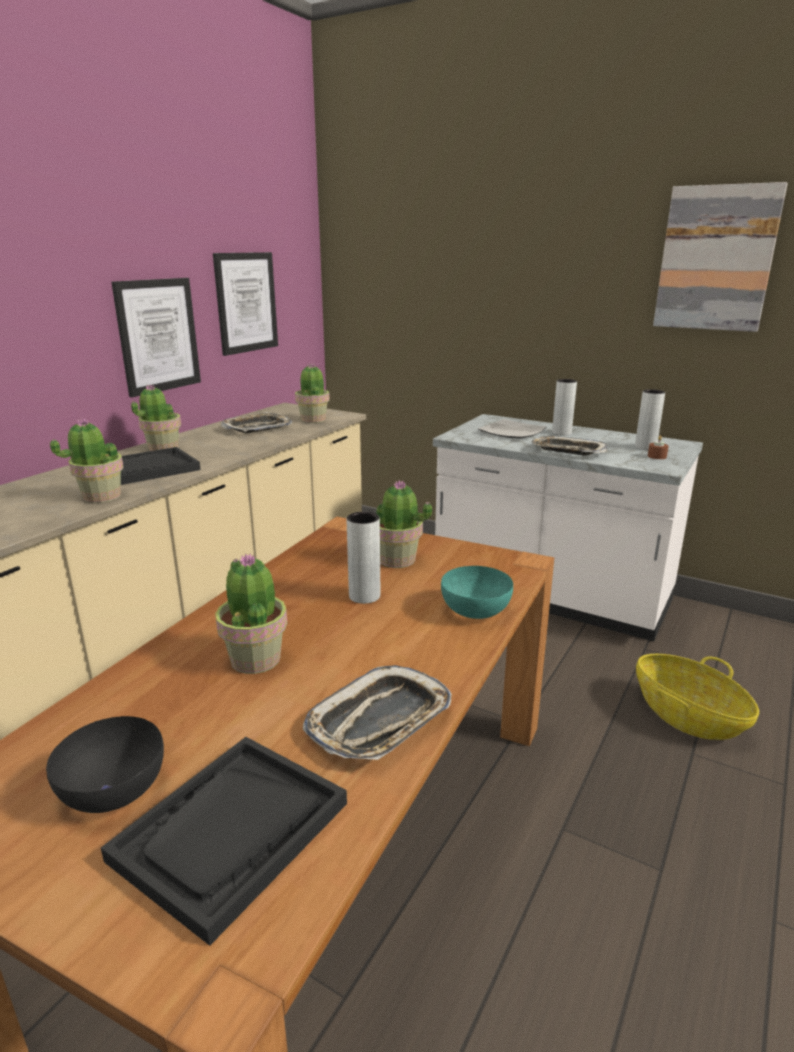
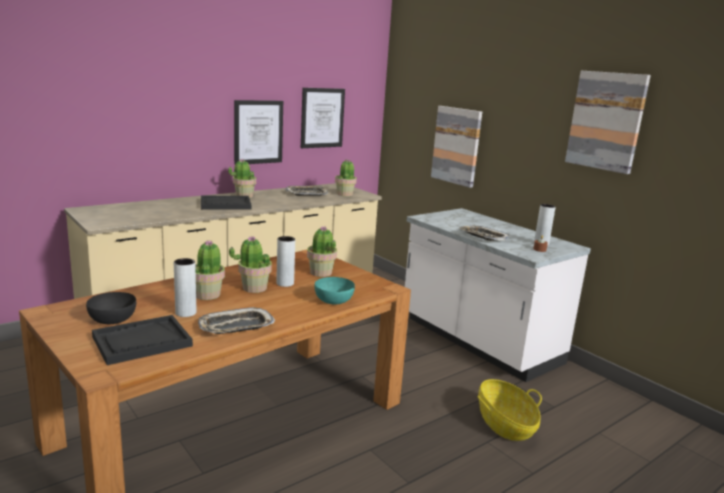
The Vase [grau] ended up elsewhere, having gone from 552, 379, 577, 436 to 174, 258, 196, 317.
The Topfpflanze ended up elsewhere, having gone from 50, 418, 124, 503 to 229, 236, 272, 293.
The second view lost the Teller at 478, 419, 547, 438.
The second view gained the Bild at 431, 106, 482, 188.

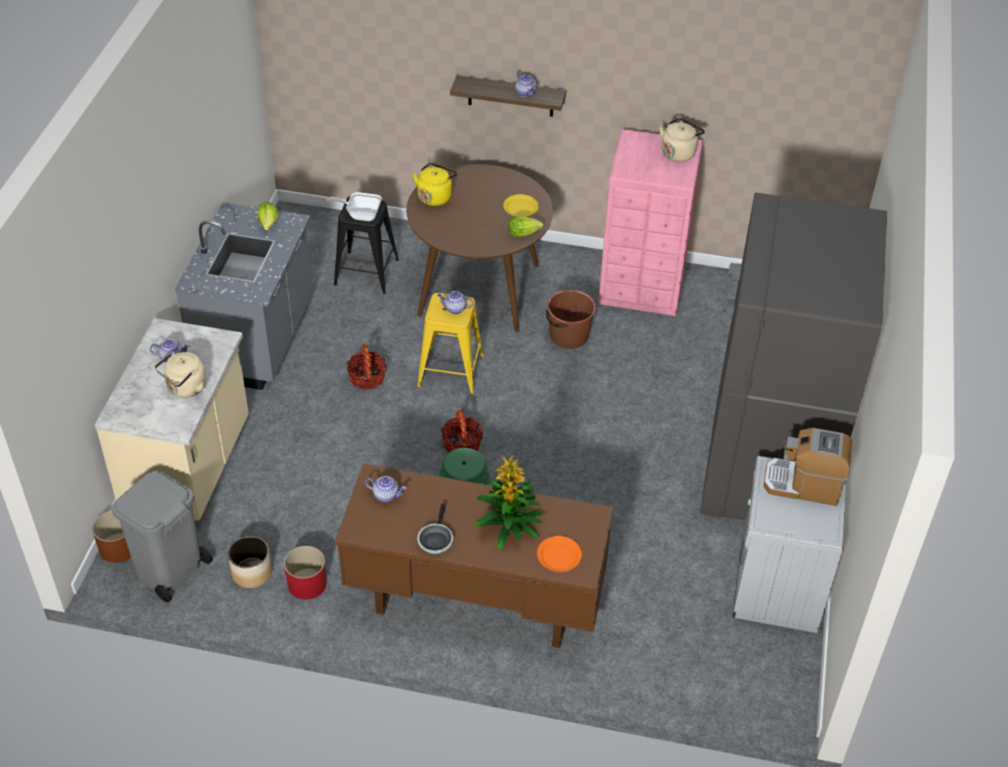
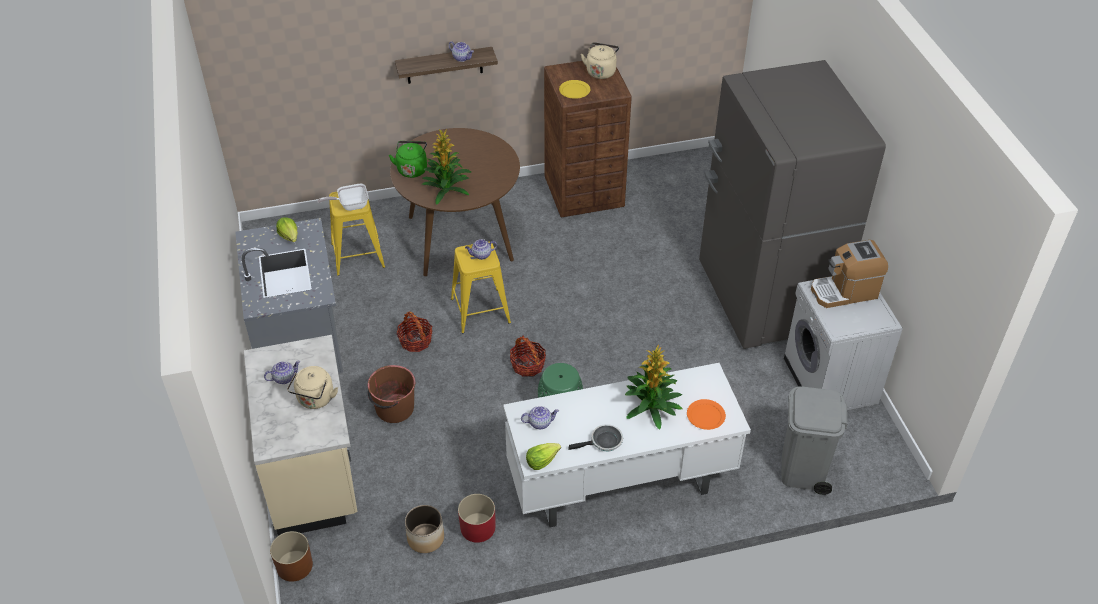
What was the Kommode [rosa] at 598, 129, 703, 316 turned into the Kommode [braun] at 544, 61, 632, 217.
What was the Wasserkessel [gelb] at 413, 162, 457, 206 turned into the Wasserkessel [grün] at 389, 141, 427, 178.
The Teller [gelb] ended up elsewhere, having gone from 503, 194, 539, 217 to 559, 80, 590, 99.
What was the Hocker [schwarz] at 334, 196, 399, 294 turned into the Hocker [gelb] at 329, 192, 385, 276.
The Salatkopf ended up elsewhere, having gone from 509, 216, 543, 237 to 526, 443, 561, 470.
The Eimer [braun] ended up elsewhere, having gone from 546, 290, 596, 349 to 368, 365, 415, 423.
What was the Schreibtisch [braun] at 335, 463, 614, 648 turned into the Schreibtisch [weiß] at 503, 363, 751, 527.
The Mülleimer [grau] ended up elsewhere, having gone from 111, 471, 213, 602 to 781, 386, 847, 495.
The Pfanne at 417, 503, 453, 554 ended up facing another way, 90 degrees counterclockwise from before.
The second view gained the Topfpflanze at 422, 129, 471, 205.

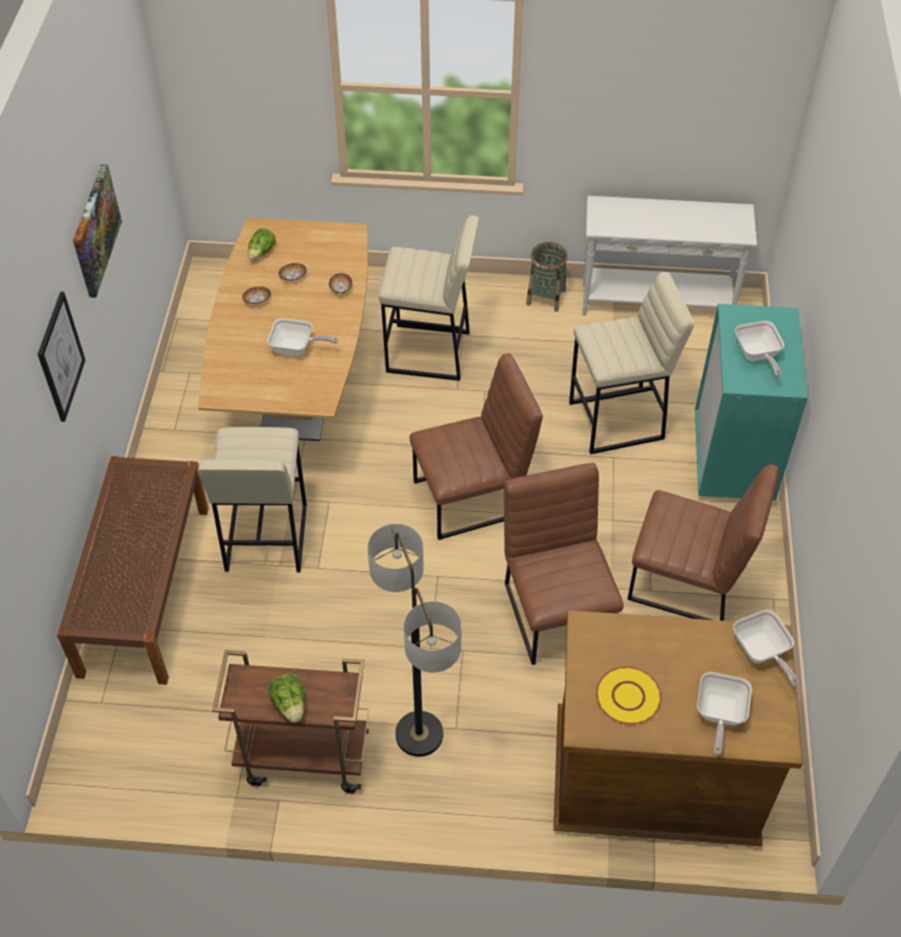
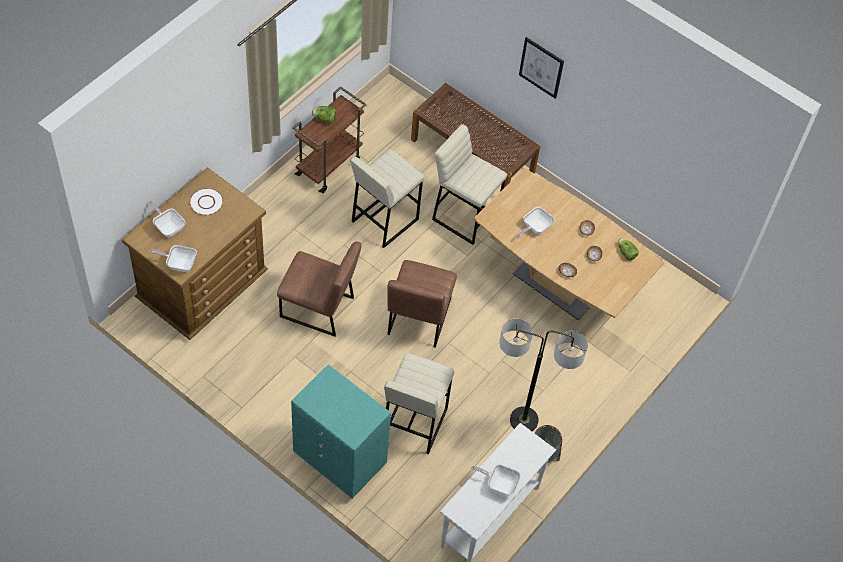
The second view lost the Bild at 73, 164, 122, 298.
The Hocker [beige] ended up elsewhere, having gone from 379, 215, 479, 381 to 350, 149, 424, 248.
The Pfanne ended up elsewhere, having gone from 735, 321, 784, 377 to 471, 464, 521, 496.
The second view lost the Stuhl [braun] at 627, 464, 779, 621.
The Stehlampe ended up elsewhere, having gone from 368, 524, 462, 757 to 499, 319, 588, 431.
What was the Teller [gelb] at 596, 666, 661, 725 turned into the Teller [weiß] at 189, 188, 223, 215.

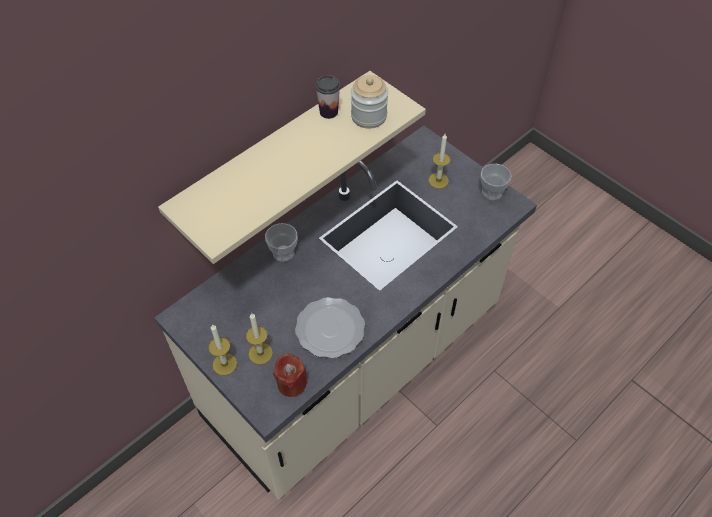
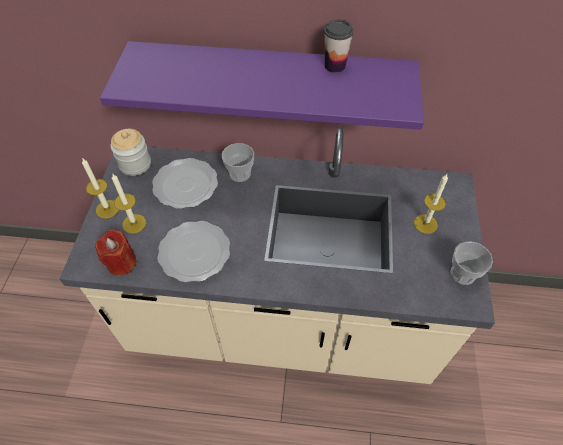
What was the Wandregal [beige] at 158, 71, 426, 264 turned into the Wandregal [lila] at 100, 41, 424, 130.
The Vorratsglas ended up elsewhere, having gone from 351, 75, 388, 129 to 111, 129, 151, 176.
The second view gained the Teller at 152, 158, 218, 209.

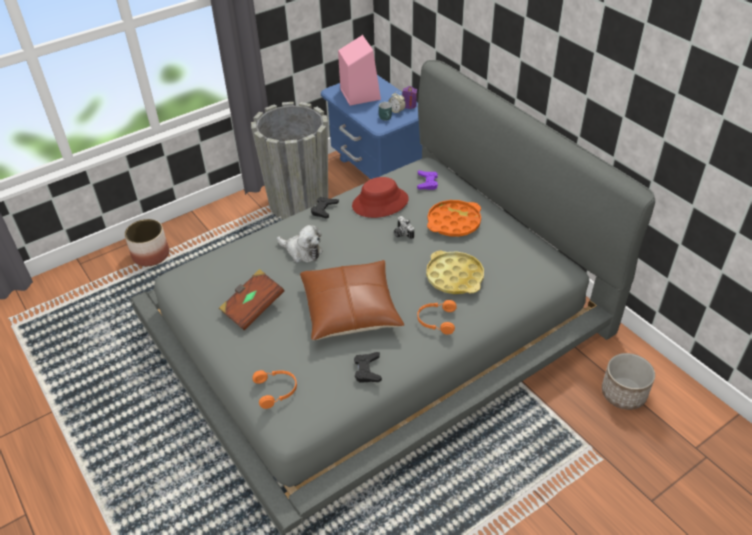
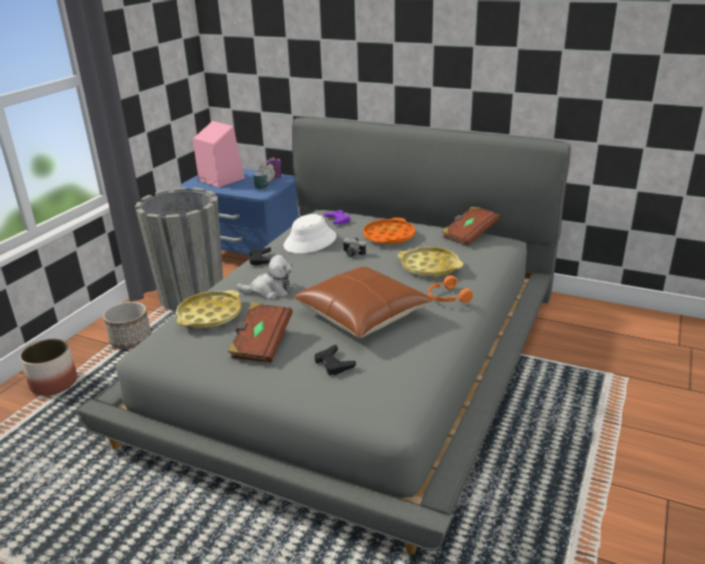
What was the Hut [rot] at 352, 177, 409, 218 turned into the Hut [weiß] at 284, 214, 337, 253.
The Gamepad [schwarz] ended up elsewhere, having gone from 354, 352, 382, 383 to 314, 345, 356, 376.
The Pflanzkübel ended up elsewhere, having gone from 602, 353, 655, 410 to 103, 302, 151, 349.
The second view lost the Kopfhörer [orange] at 252, 370, 297, 409.
The second view gained the Buch [braun] at 441, 207, 500, 246.
The second view gained the Tablett [gelb] at 176, 290, 242, 328.

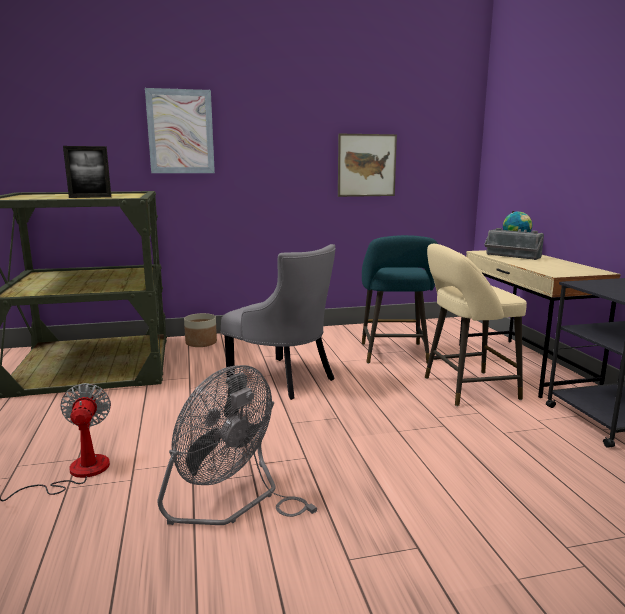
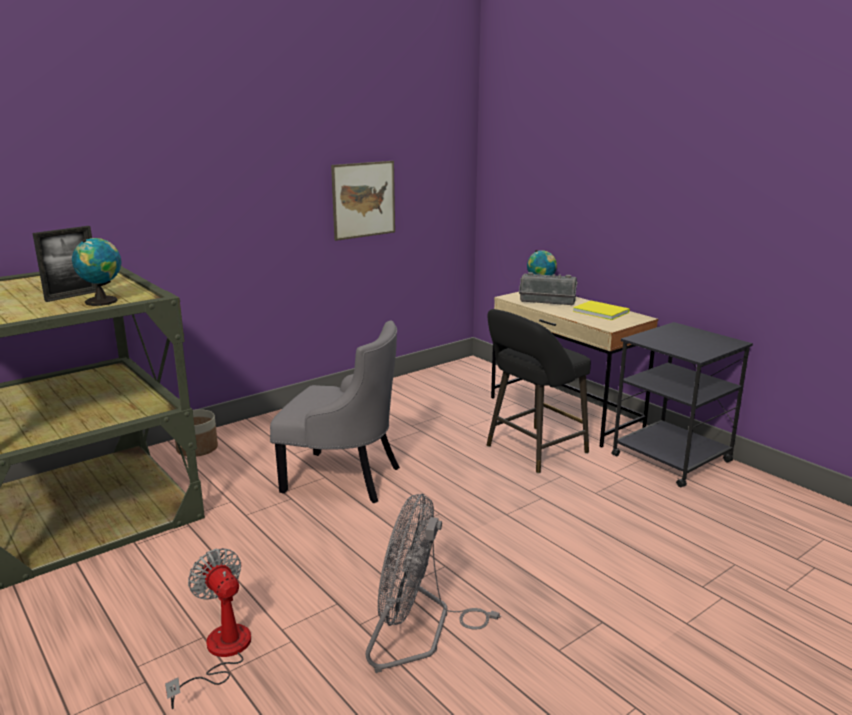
The second view lost the Bild at 145, 88, 215, 173.
The second view lost the Hocker [türkis] at 362, 235, 438, 364.
What was the Hocker [beige] at 425, 244, 527, 406 turned into the Hocker [schwarz] at 487, 309, 591, 473.
The second view gained the Globus at 72, 238, 122, 306.
The second view gained the Buch [gelb] at 573, 301, 630, 320.

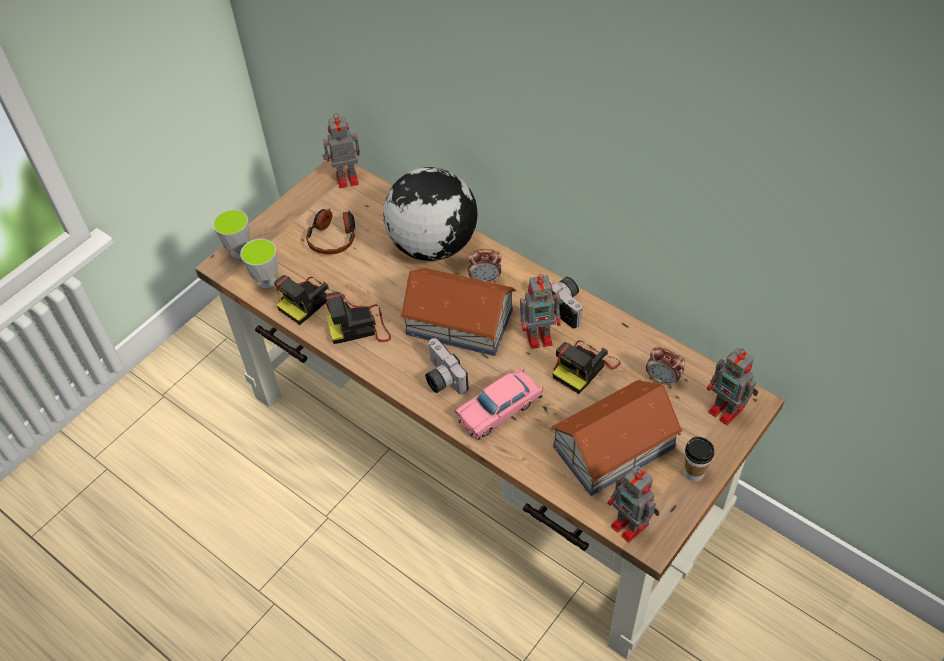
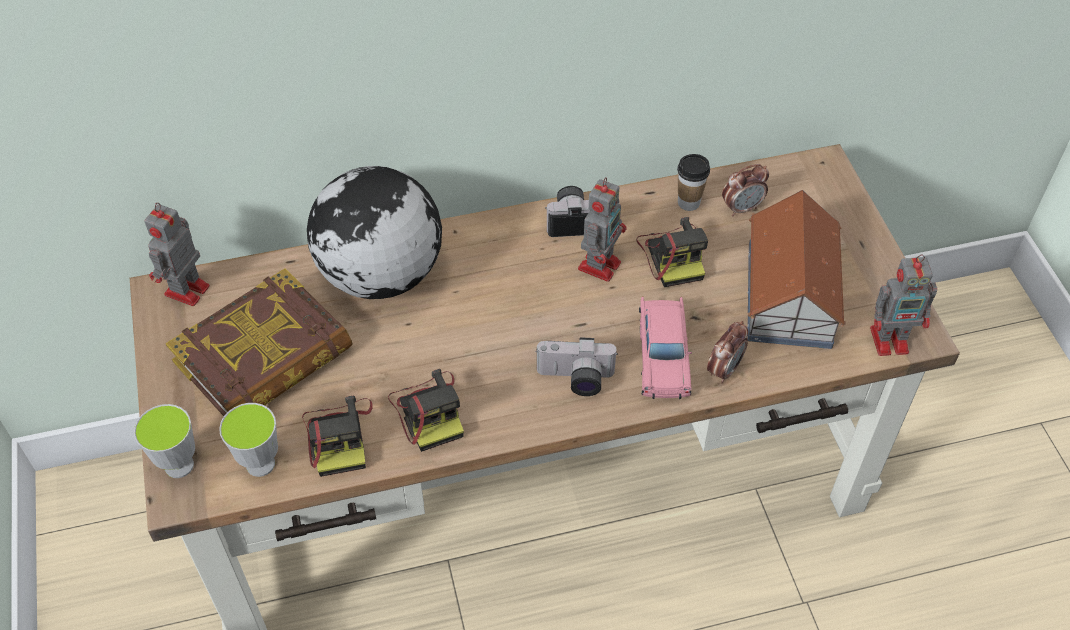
Where the Kopfhörer stood at 306, 208, 355, 255, the Buch came to stand at 166, 268, 352, 416.
The Wecker ended up elsewhere, having gone from 468, 249, 502, 283 to 707, 321, 748, 383.
The second view lost the Spielzeughaus at 400, 268, 516, 356.
The Kamera at 326, 292, 391, 344 ended up facing another way, 45 degrees counterclockwise from before.
The second view lost the Spielzeugroboter at 707, 348, 759, 425.
The Tasse ended up elsewhere, having gone from 684, 437, 715, 482 to 677, 154, 710, 211.

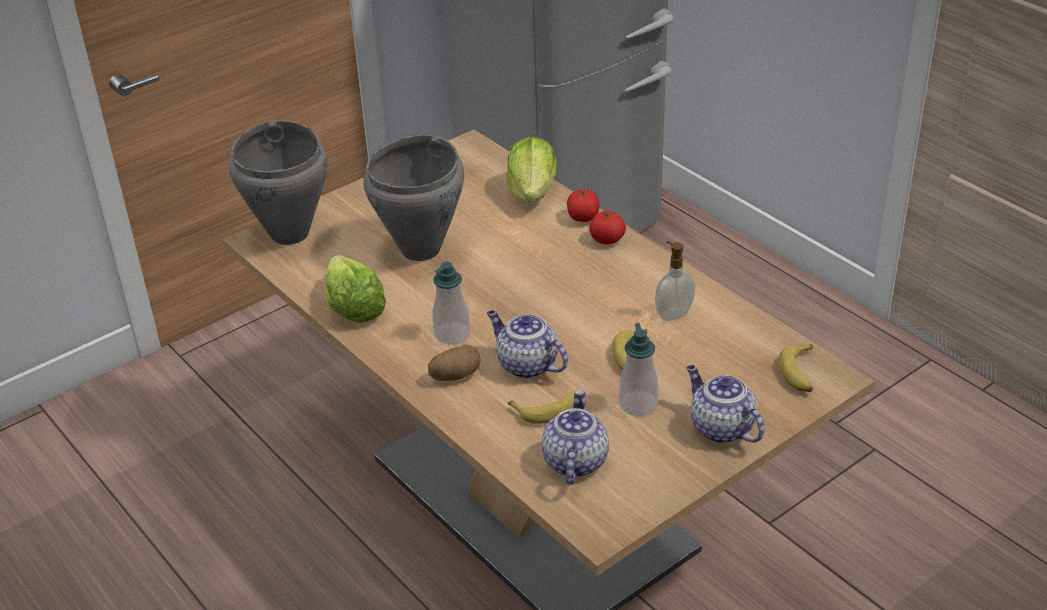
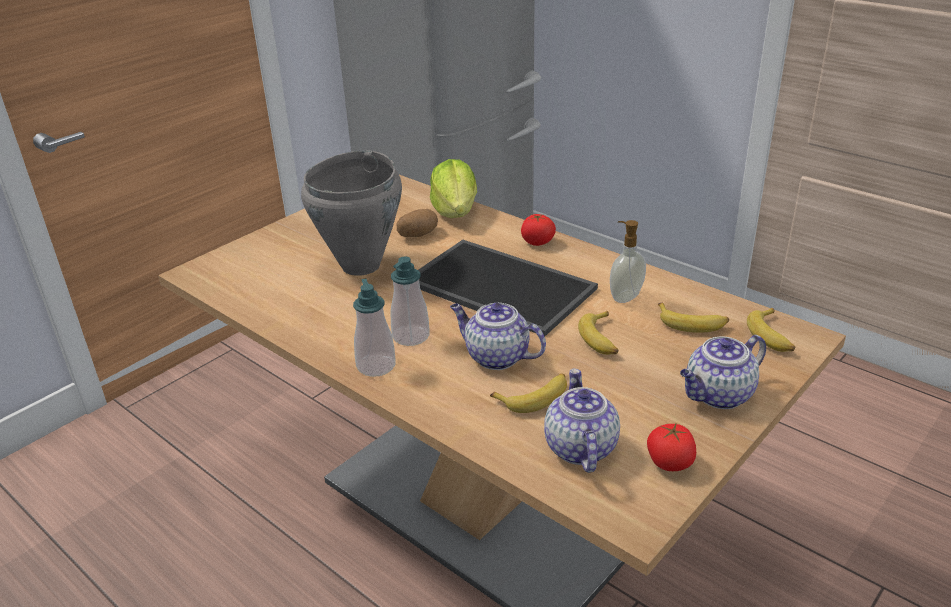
The second view lost the Kochtopf [grau] at 229, 120, 327, 245.
The Tomate ended up elsewhere, having gone from 567, 190, 599, 222 to 647, 422, 696, 471.
The second view lost the Salatkopf at 325, 255, 386, 323.
The Seifenspender ended up elsewhere, having gone from 619, 323, 658, 416 to 353, 279, 396, 377.
The Kartoffel ended up elsewhere, having gone from 428, 345, 480, 381 to 396, 209, 438, 237.
The Teekanne at 686, 365, 765, 444 ended up facing another way, 75 degrees counterclockwise from before.
The second view gained the Tablett at 418, 240, 598, 337.
The second view gained the Banane at 658, 303, 729, 333.

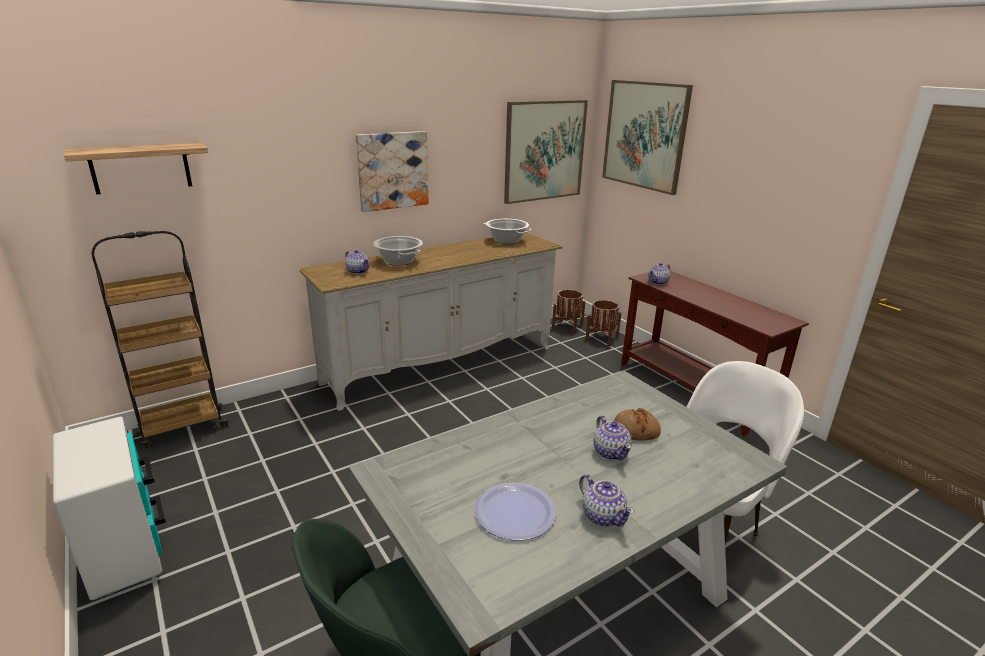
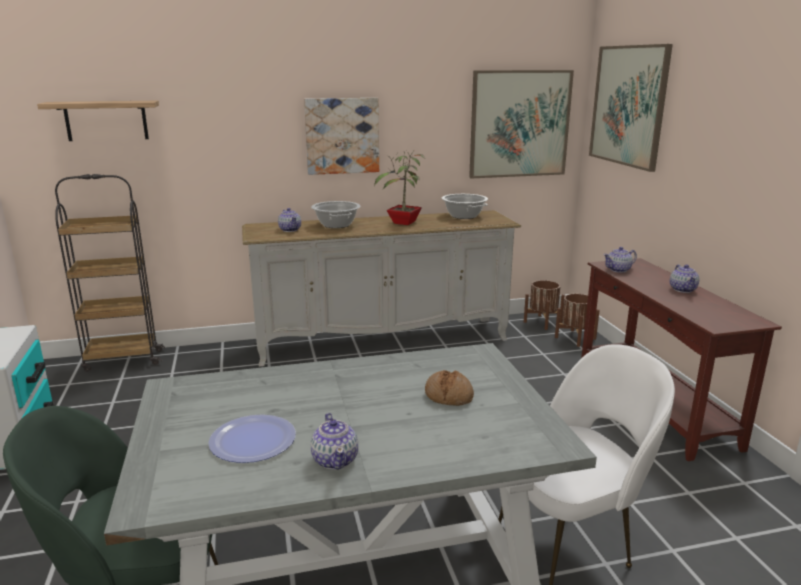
The Teekanne ended up elsewhere, having gone from 593, 416, 632, 460 to 670, 265, 699, 293.
The second view gained the Topfpflanze at 374, 151, 426, 225.

